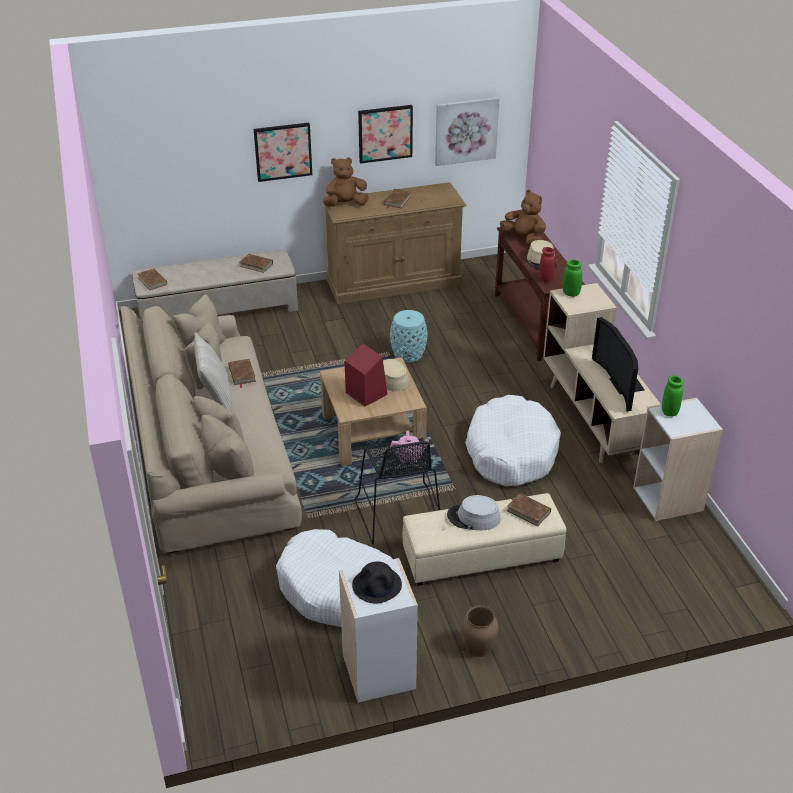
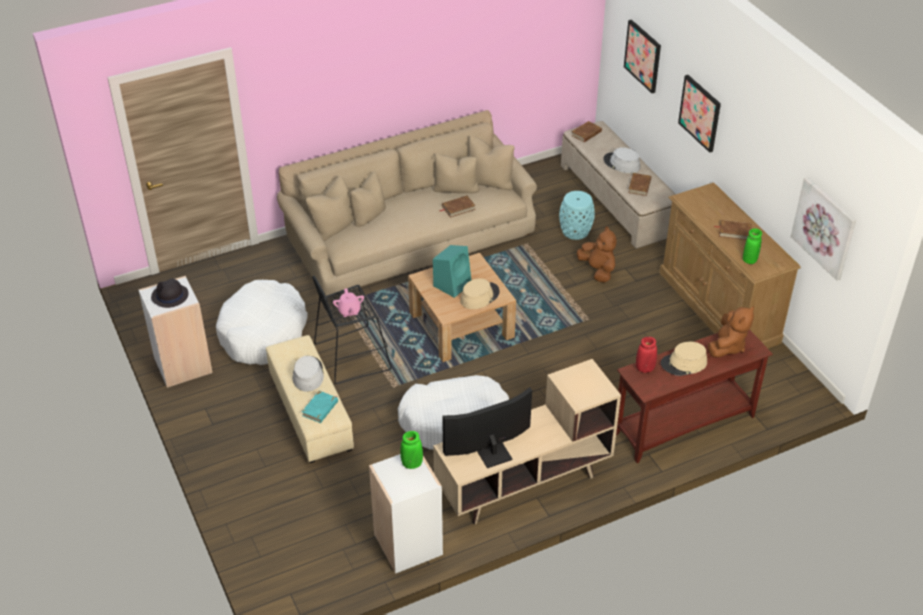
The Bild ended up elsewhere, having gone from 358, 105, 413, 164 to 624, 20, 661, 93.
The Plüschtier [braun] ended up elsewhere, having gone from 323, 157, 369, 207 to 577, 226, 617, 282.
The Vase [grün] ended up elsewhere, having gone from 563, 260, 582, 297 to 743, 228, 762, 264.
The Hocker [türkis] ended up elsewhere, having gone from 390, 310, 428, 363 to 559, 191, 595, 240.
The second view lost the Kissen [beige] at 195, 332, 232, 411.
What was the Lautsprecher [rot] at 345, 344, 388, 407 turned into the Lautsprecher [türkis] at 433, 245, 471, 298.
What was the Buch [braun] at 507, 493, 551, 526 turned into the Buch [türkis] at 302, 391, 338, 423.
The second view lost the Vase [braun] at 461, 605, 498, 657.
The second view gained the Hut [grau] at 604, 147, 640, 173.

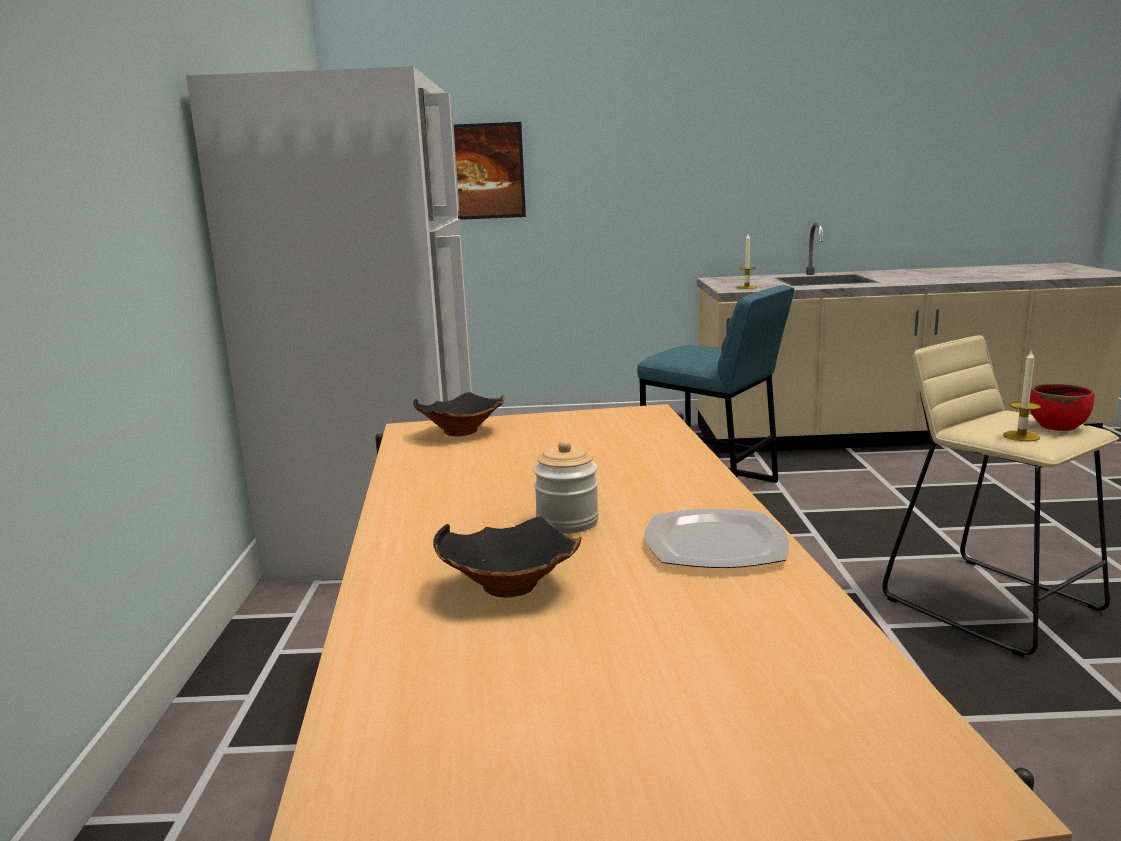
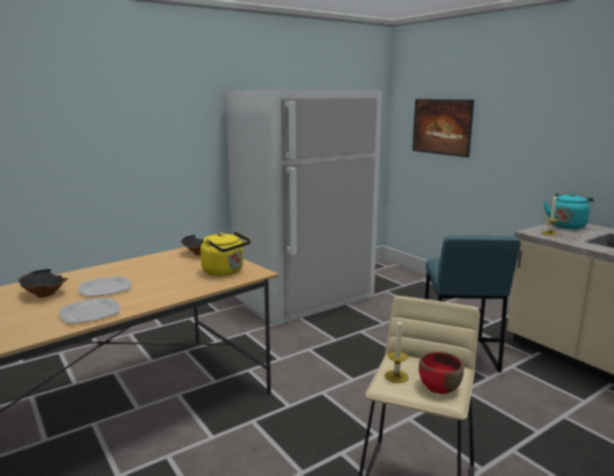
Where the Vorratsglas stood at 533, 440, 599, 534, the Teller came to stand at 78, 276, 132, 297.
The second view gained the Wasserkessel [türkis] at 544, 193, 594, 229.
The second view gained the Wasserkessel [gelb] at 200, 231, 251, 276.

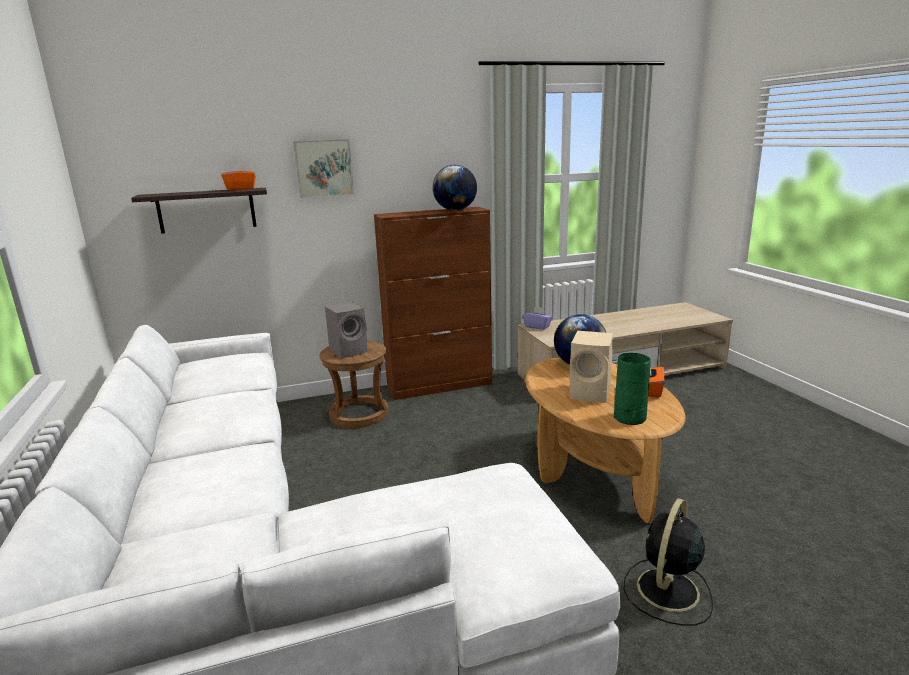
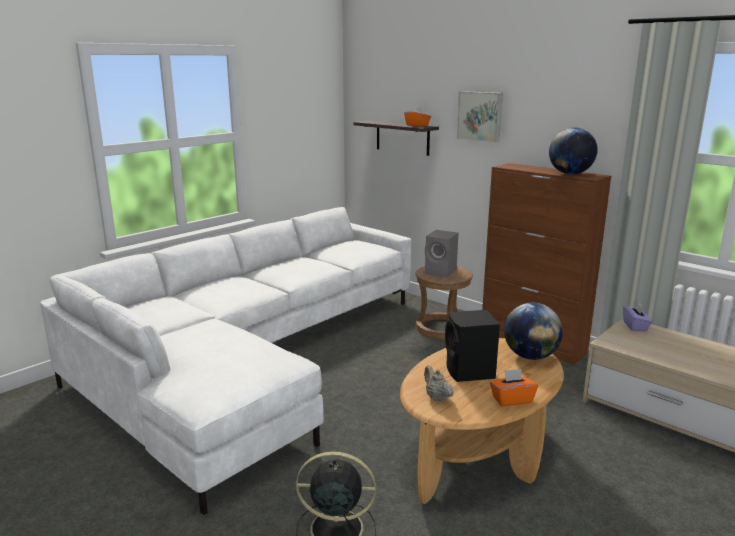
What was the Lautsprecher [beige] at 569, 331, 613, 403 turned into the Lautsprecher [schwarz] at 445, 310, 500, 382.
Where the Vase [grün] stood at 614, 353, 651, 425, the Teekanne [beige] came to stand at 424, 365, 454, 401.

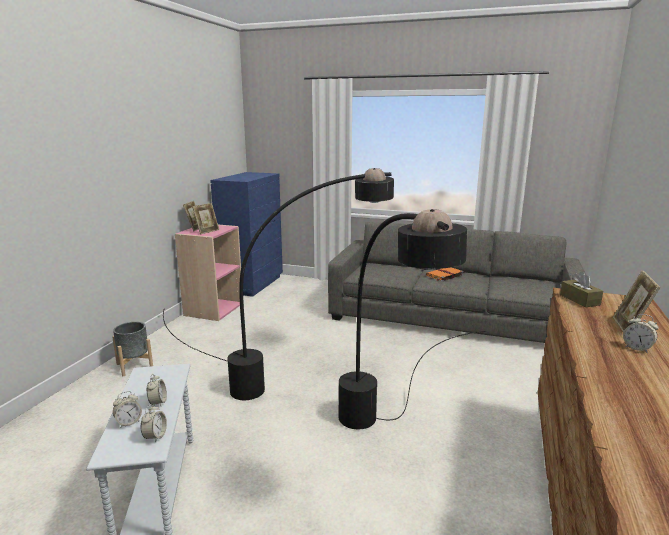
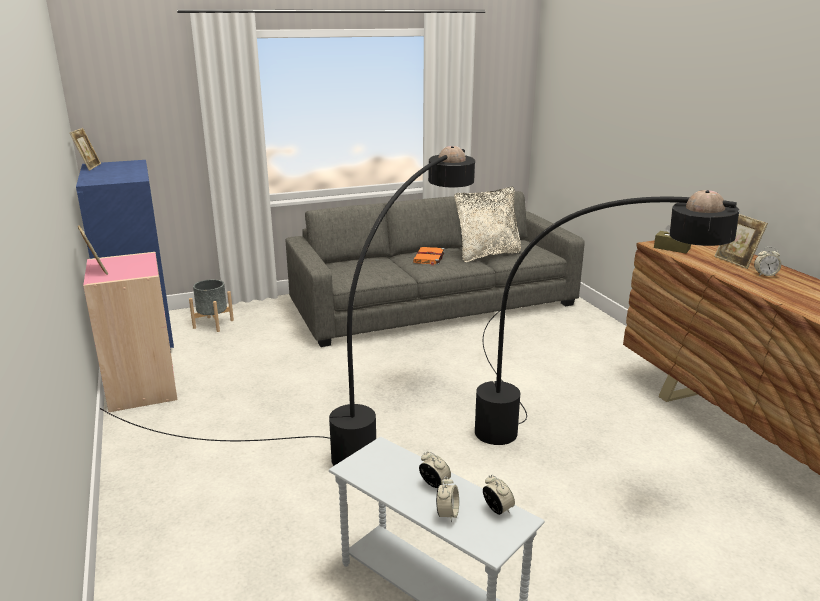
The Bilderrahmen ended up elsewhere, having gone from 192, 203, 219, 235 to 70, 128, 101, 171.
The Pflanzkübel [grau] ended up elsewhere, having gone from 112, 322, 153, 376 to 189, 279, 234, 332.
The second view gained the Kissen [beige] at 454, 187, 521, 262.

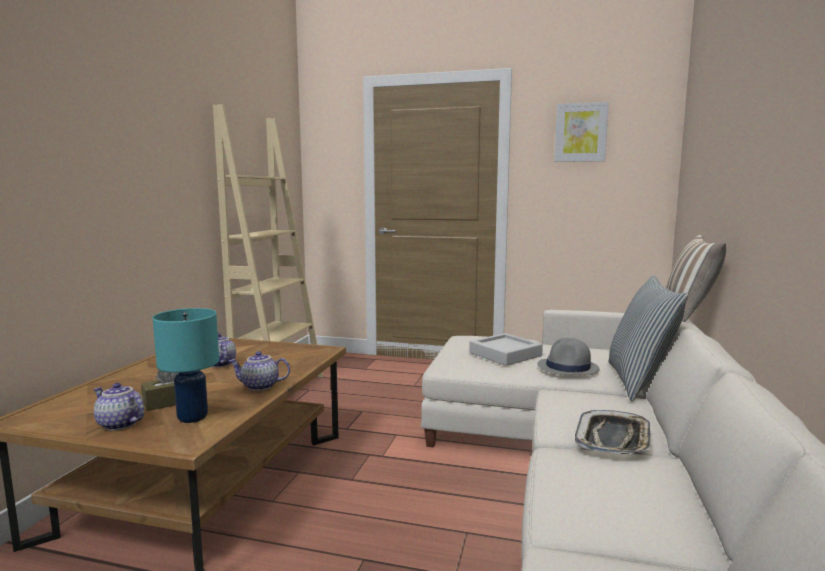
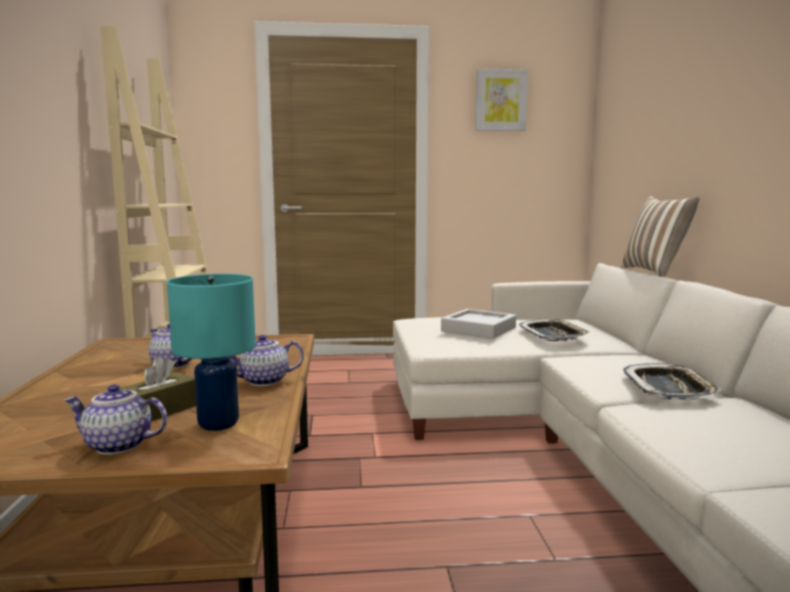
The second view lost the Kissen at 608, 275, 688, 401.
Where the Hut [grau] stood at 537, 338, 600, 375, the Tablett came to stand at 519, 319, 591, 341.

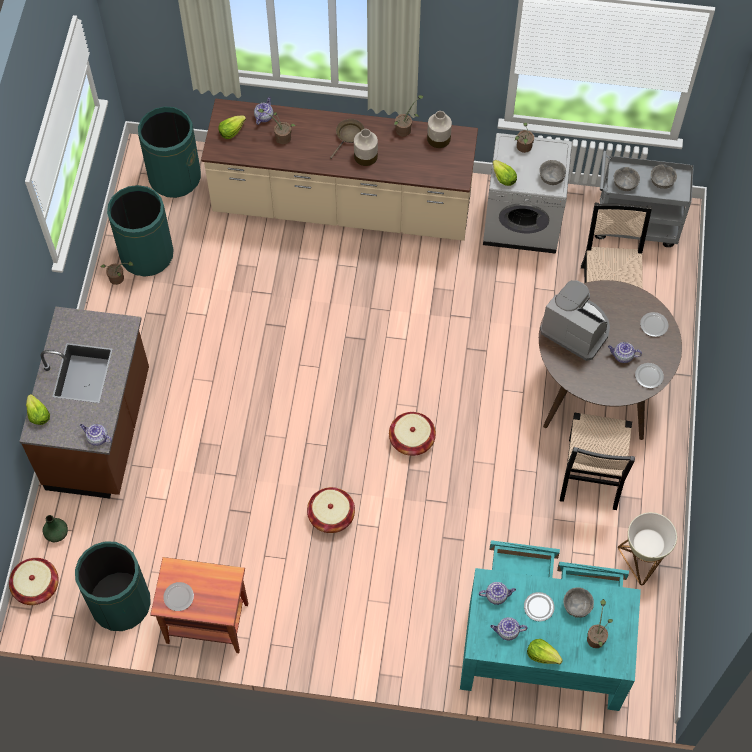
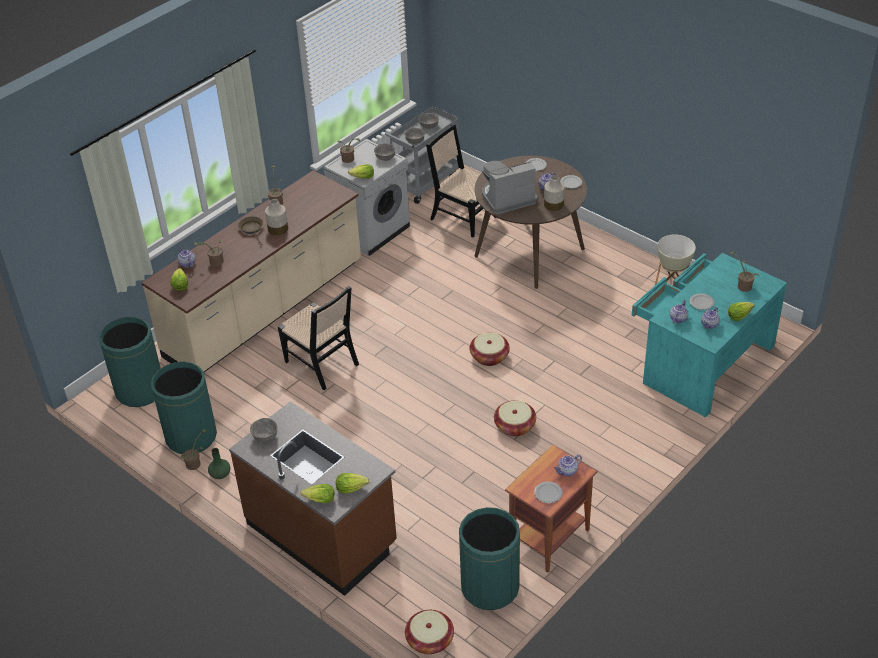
The Vase [beige] ended up elsewhere, having gone from 427, 111, 452, 148 to 544, 175, 565, 211.
The Stuhl ended up elsewhere, having gone from 560, 412, 635, 510 to 278, 286, 359, 390.
The Teekanne ended up elsewhere, having gone from 80, 424, 112, 446 to 554, 455, 582, 476.
The Vase [grün] ended up elsewhere, having gone from 43, 515, 68, 542 to 208, 448, 230, 479.
The Schüssel [grau] ended up elsewhere, having gone from 563, 587, 594, 618 to 250, 418, 277, 442.
The second view gained the Salatkopf at 336, 473, 370, 494.

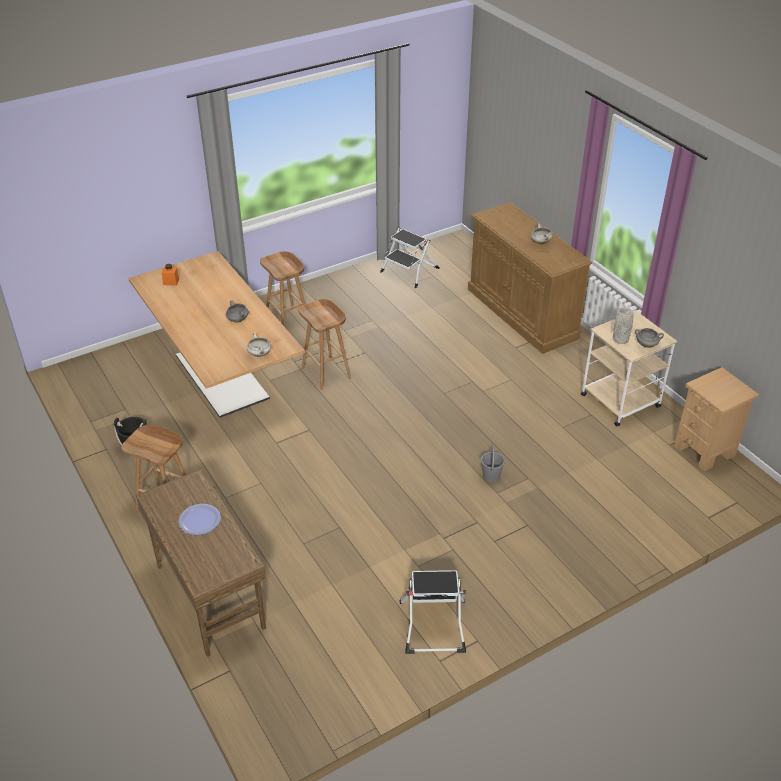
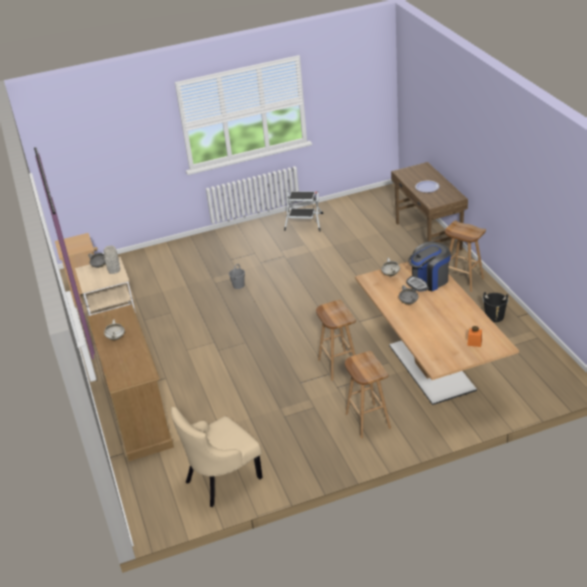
Where the Trittleiter stood at 380, 227, 440, 288, the Stuhl [beige] came to stand at 171, 407, 263, 507.
The second view gained the Kaffeemaschine at 406, 241, 451, 292.

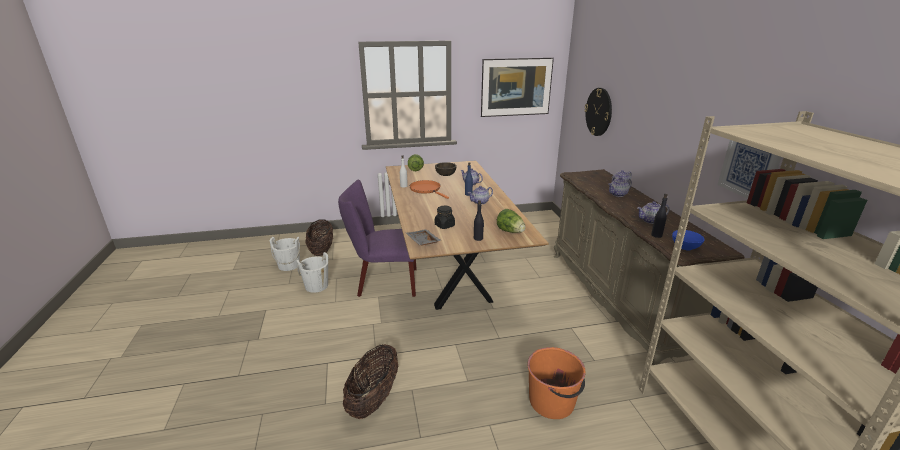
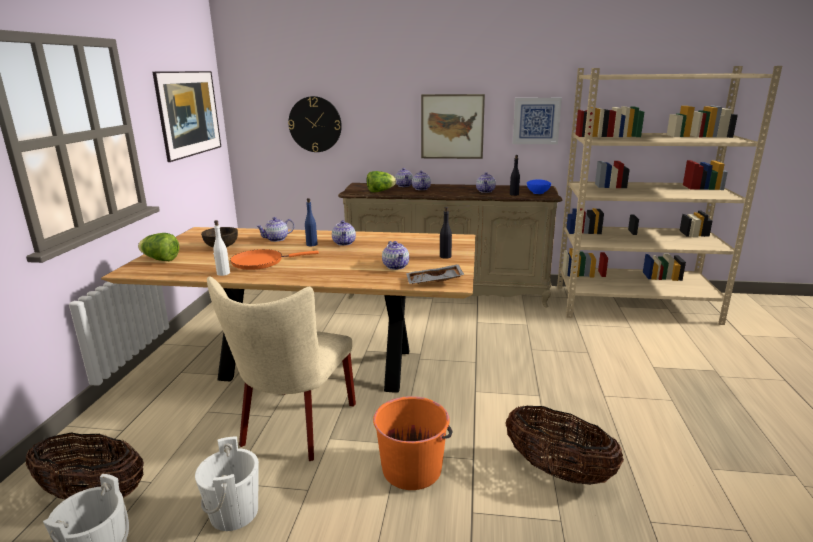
What was the Stuhl [lila] at 338, 180, 417, 297 turned into the Stuhl [beige] at 207, 276, 356, 461.
Where the Vorratsglas [schwarz] stood at 435, 206, 455, 229, the Teekanne came to stand at 382, 241, 409, 270.
The Salatkopf ended up elsewhere, having gone from 497, 209, 526, 233 to 367, 171, 396, 192.
The Eimer [orange] ended up elsewhere, having gone from 527, 347, 585, 419 to 373, 396, 452, 490.
The second view gained the Bild at 421, 94, 485, 159.

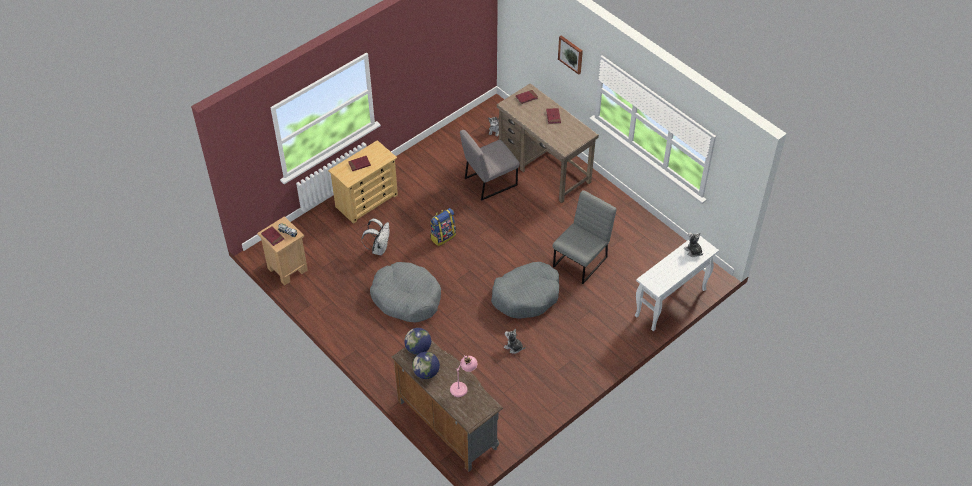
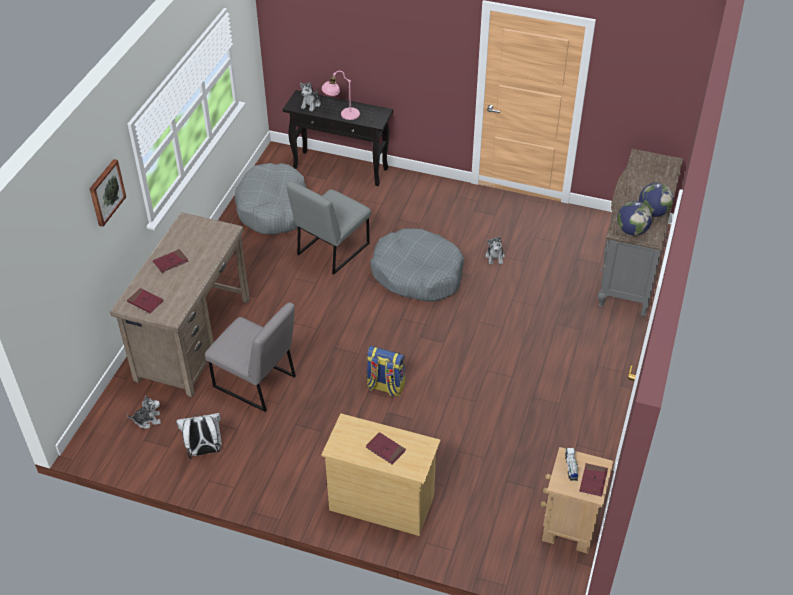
The Stuhl [grau] at 553, 190, 617, 284 ended up facing another way, 60 degrees counterclockwise from before.
The Rucksack [weiß] ended up elsewhere, having gone from 361, 218, 389, 255 to 176, 413, 222, 459.
What was the Konsolentisch [weiß] at 635, 236, 719, 331 turned into the Konsolentisch [schwarz] at 283, 90, 393, 186.
The Hundebett [grau] ended up elsewhere, having gone from 370, 262, 441, 323 to 234, 163, 306, 234.
The Tischlampe [rosa] ended up elsewhere, having gone from 450, 355, 477, 397 to 322, 71, 360, 120.

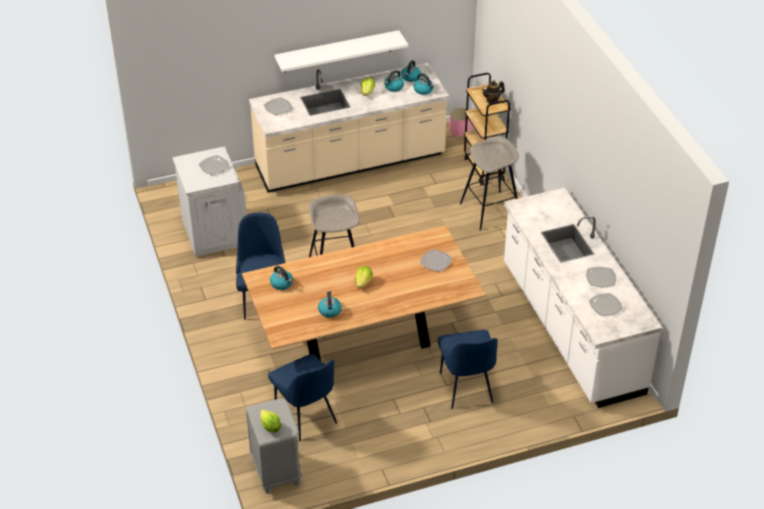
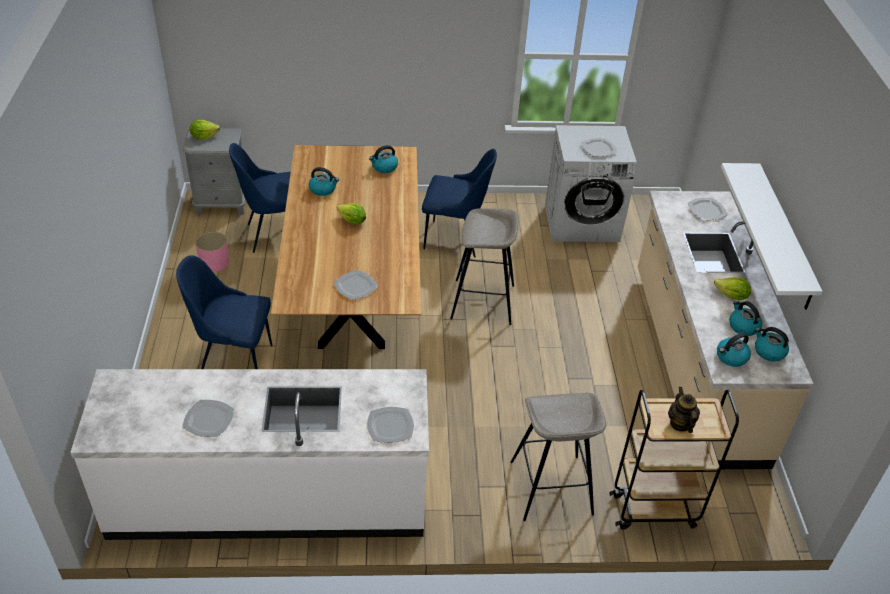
The Pflanzkübel [rosa] ended up elsewhere, having gone from 450, 107, 472, 137 to 195, 232, 229, 272.
The Teller ended up elsewhere, having gone from 589, 293, 623, 316 to 367, 407, 414, 443.

